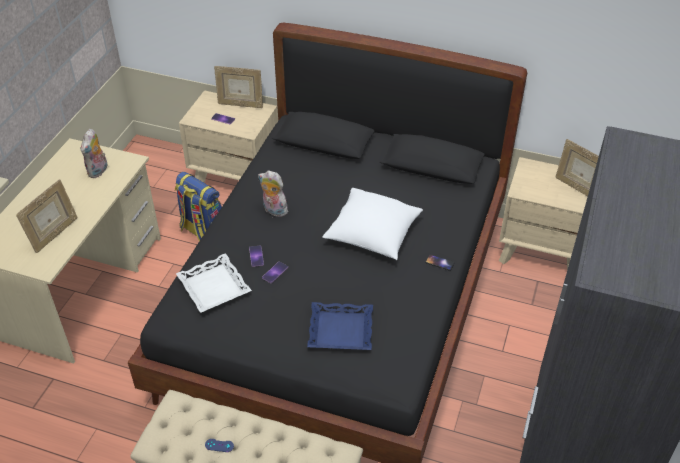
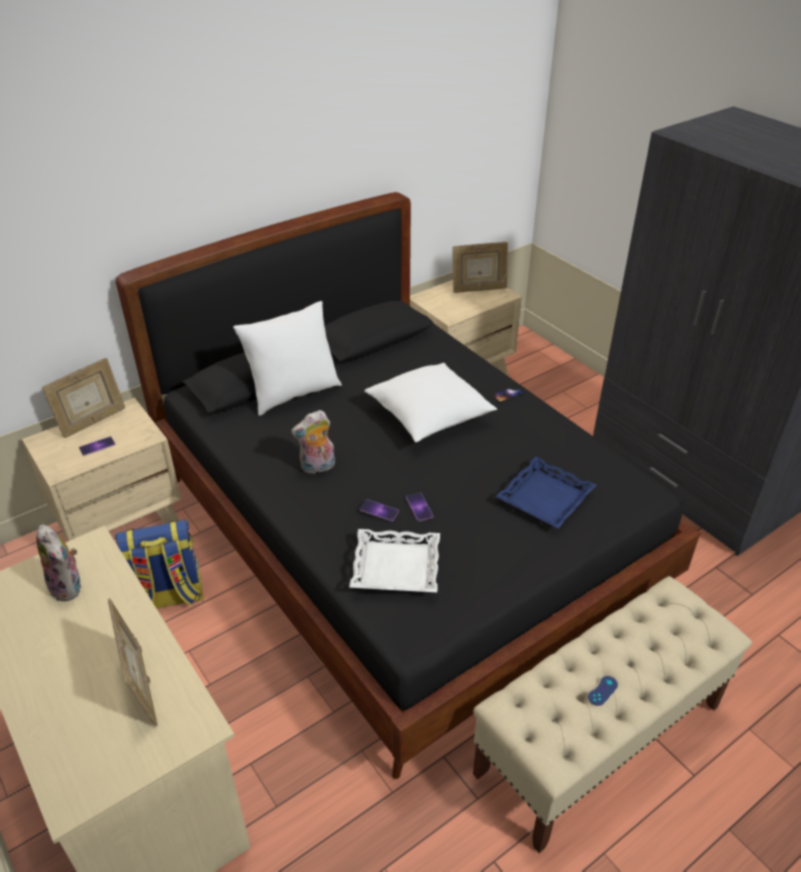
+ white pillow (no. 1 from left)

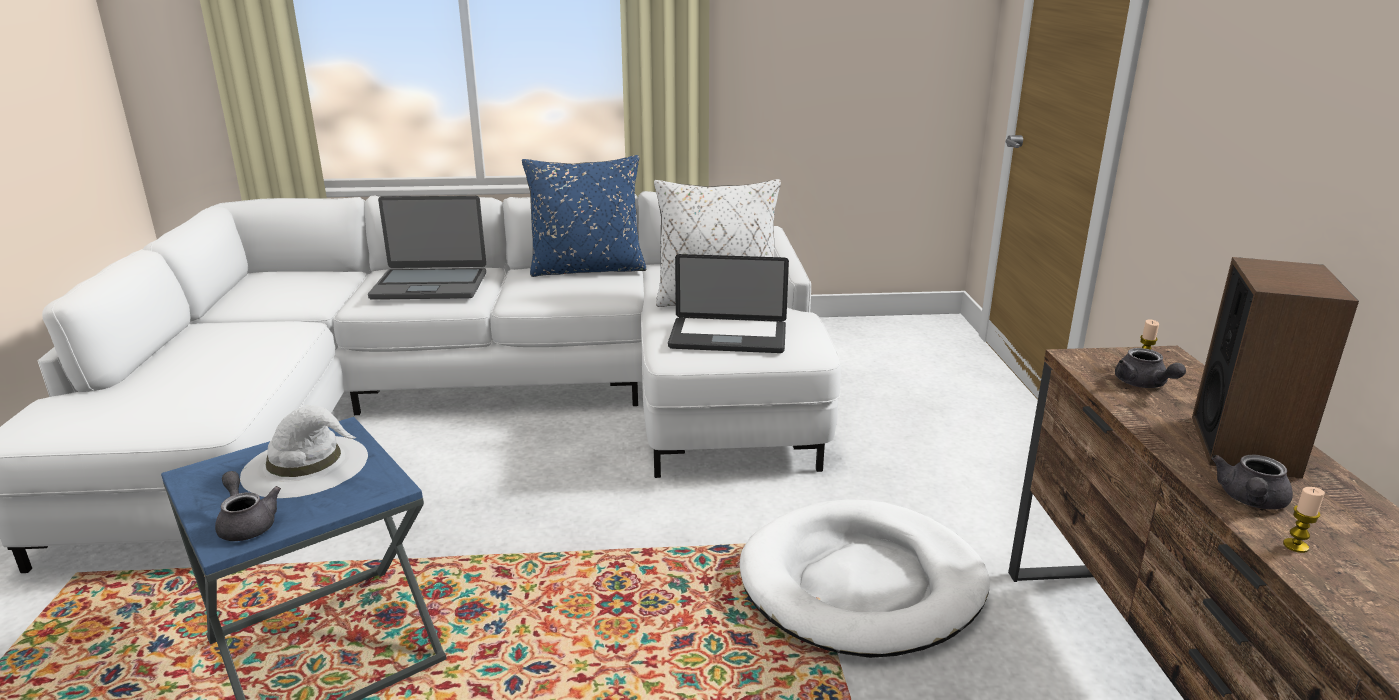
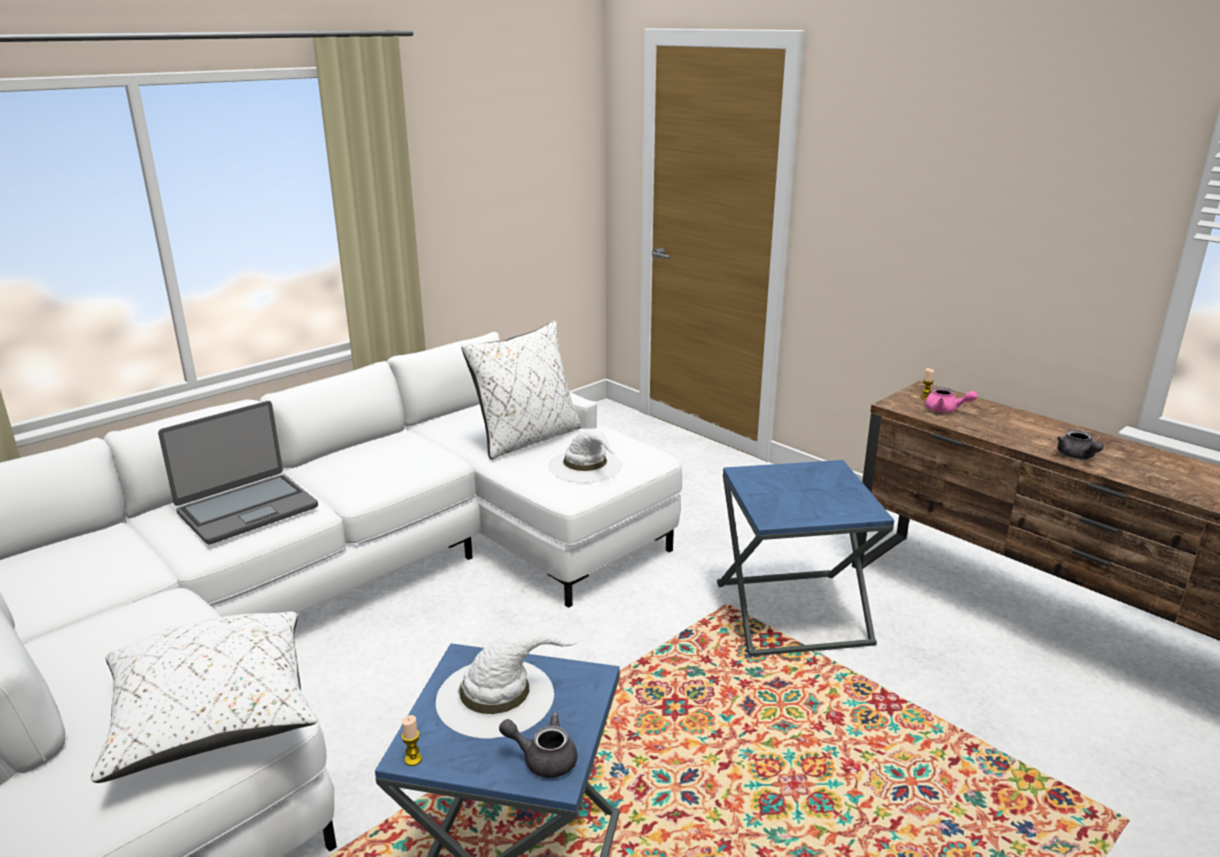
- blue pillow
~ laptop (no. 2 from left) to white hat (no. 2 from left)
~ white dog bed to blue side table (no. 2 from left)
~ grey teapot (no. 2 from left) to pink teapot
- speaker
~ candle (no. 2 from left in the first image) to candle (no. 1 from left)
+ white pillow (no. 1 from left)

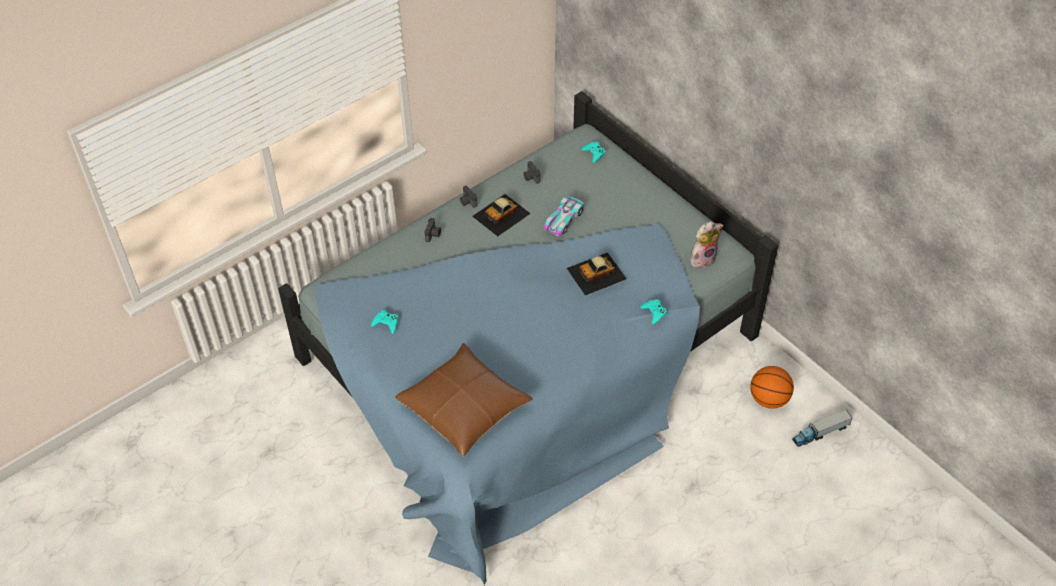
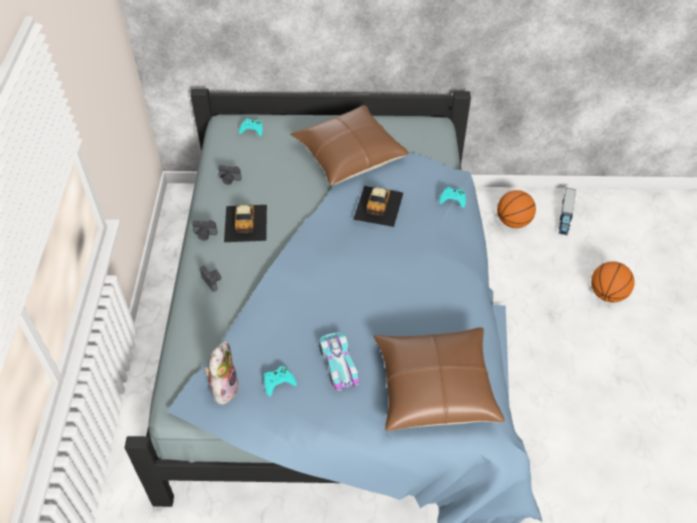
~ toy car (no. 2 from left)
~ plush toy
+ brown pillow (no. 1 from left)
+ basketball (no. 2 from left)

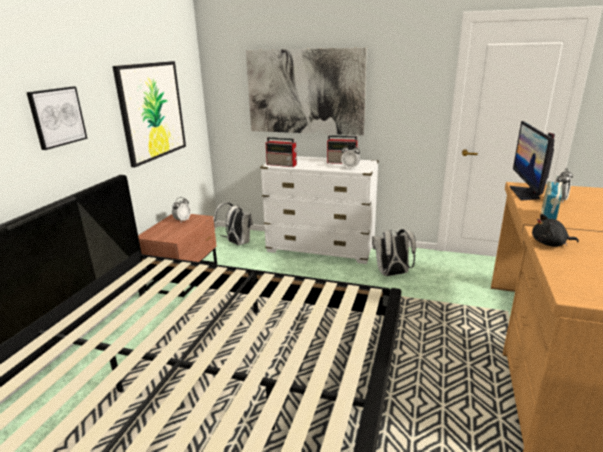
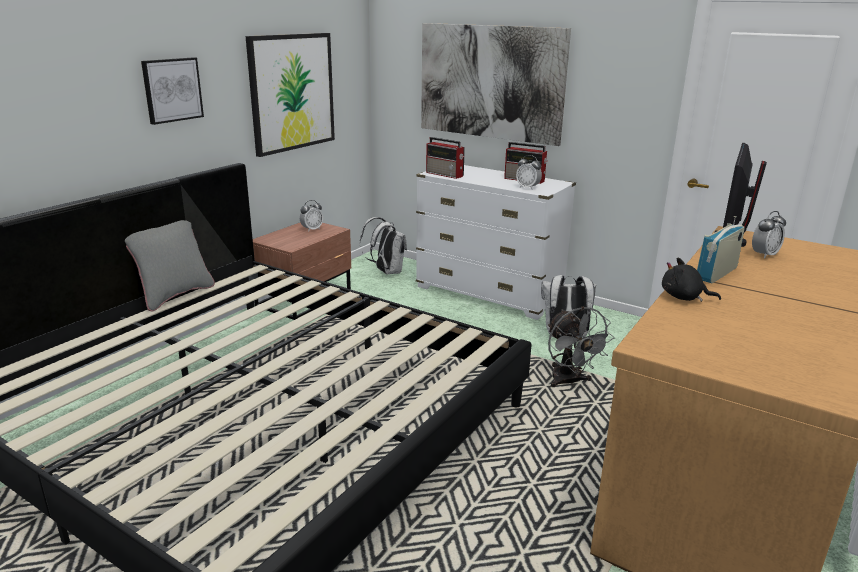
+ grey pillow
+ grey fan

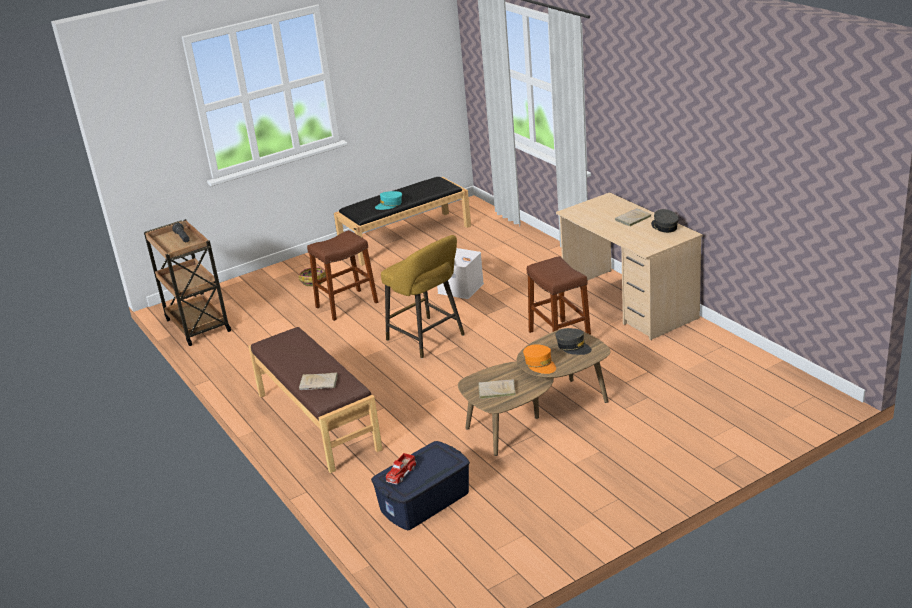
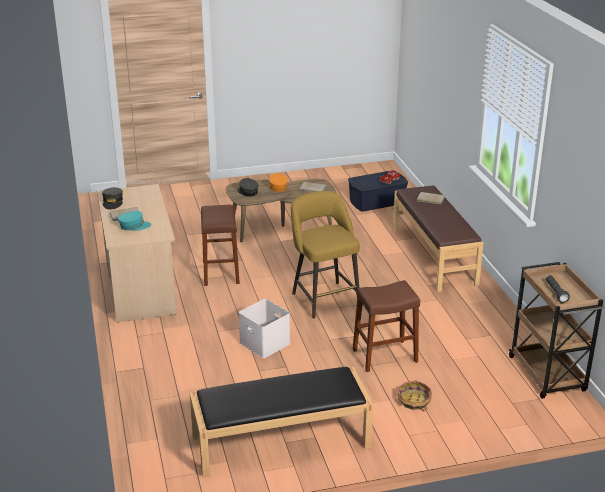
~ turquoise cap

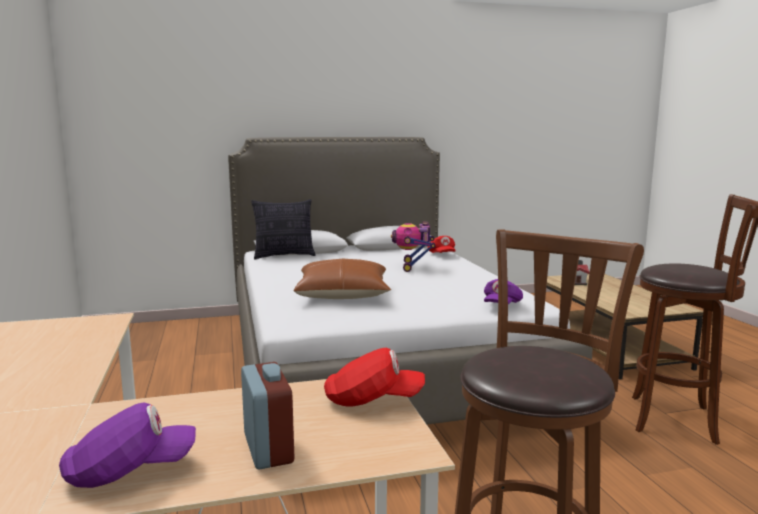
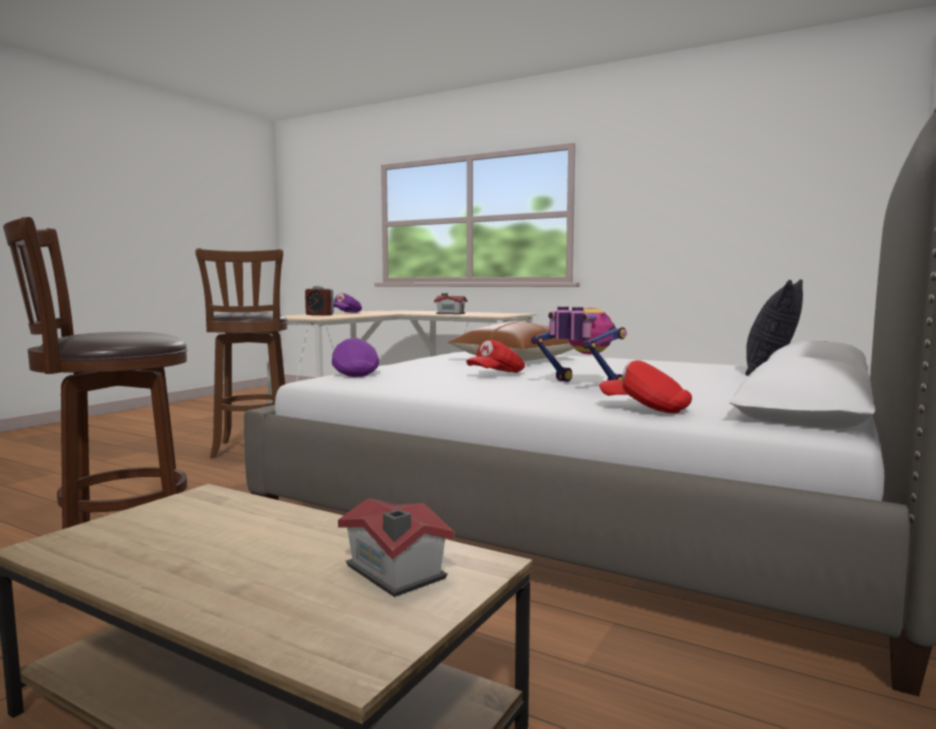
~ red cap (no. 1 from left)
+ toy house (no. 2 from left)

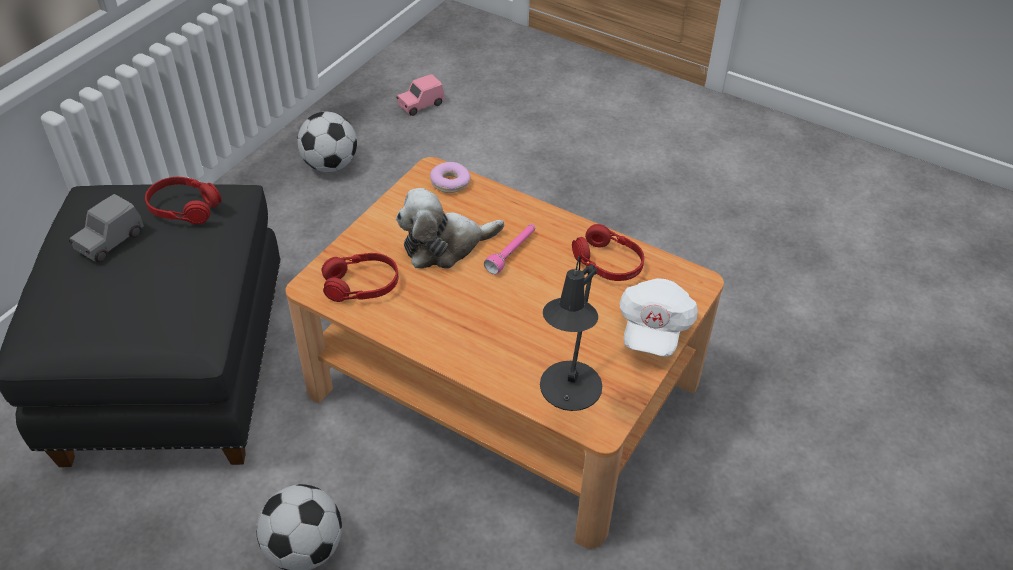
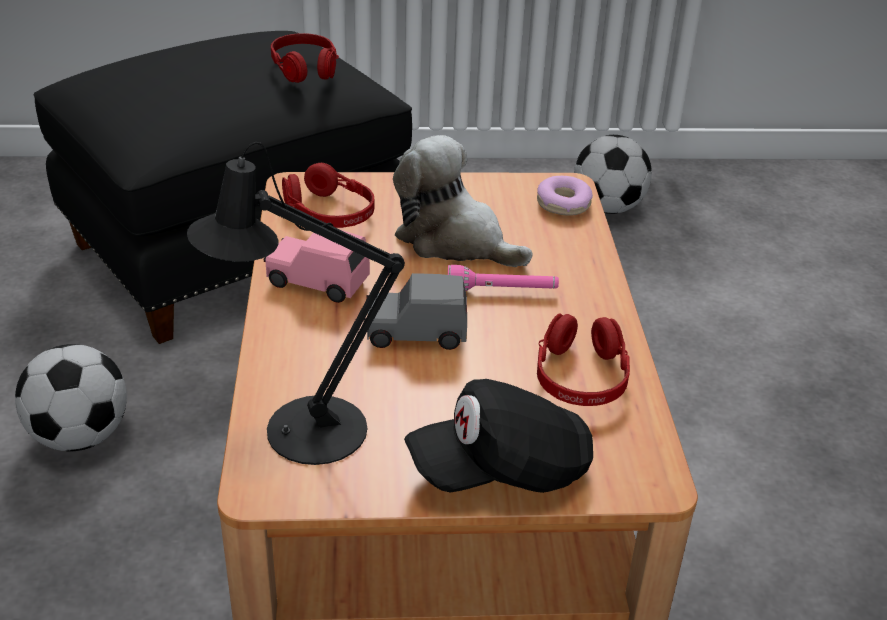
~ grey toy car
~ pink toy car
~ white cap to black cap

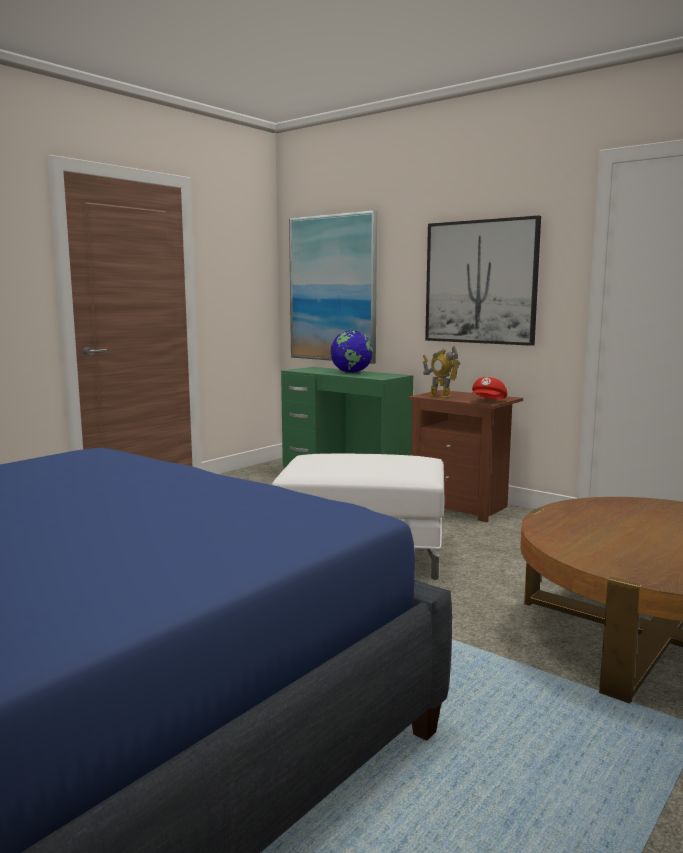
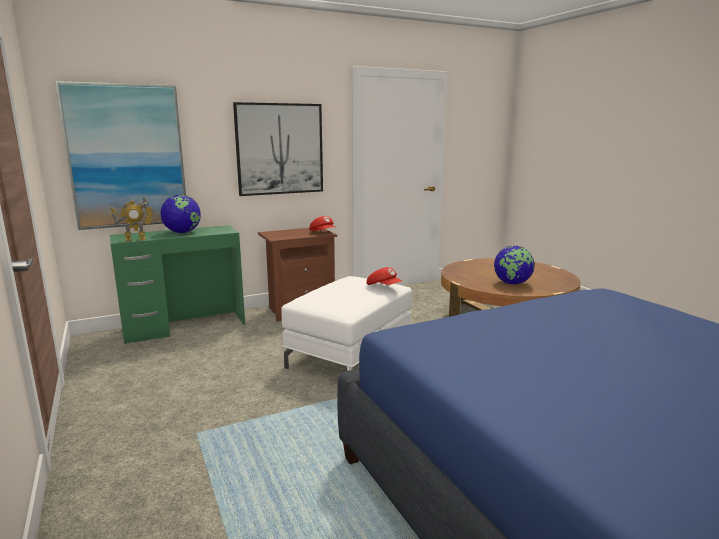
~ toy robot
+ red cap (no. 2 from left)
+ globe (no. 2 from left)

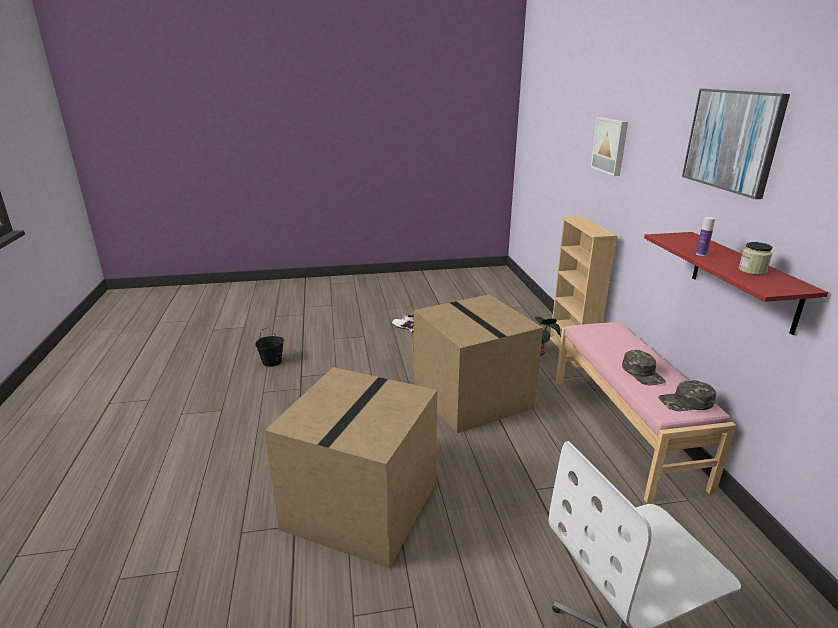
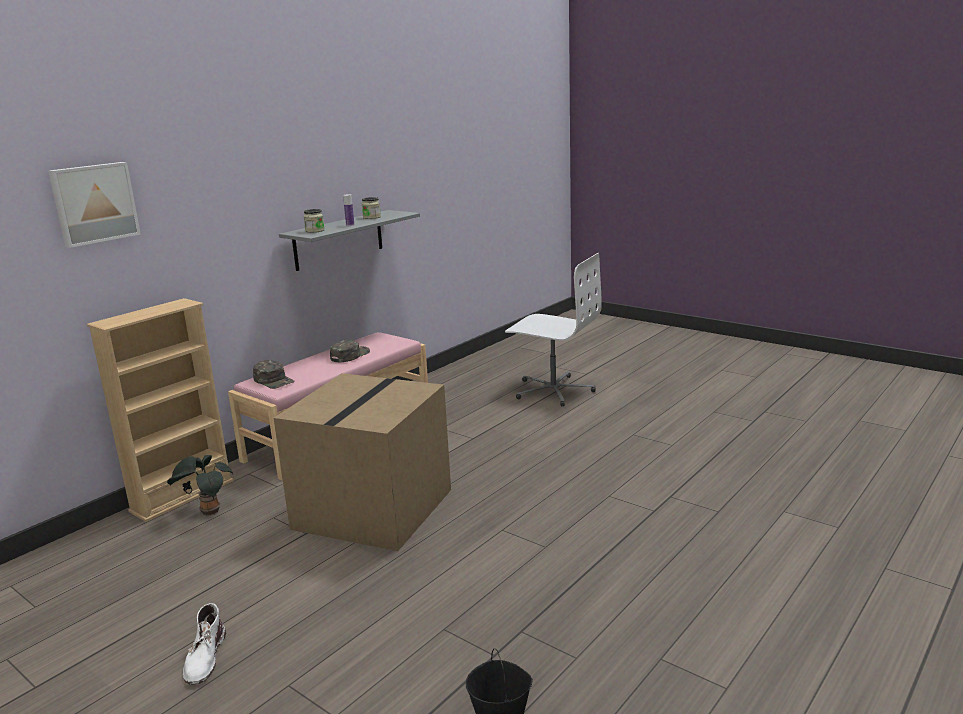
- cardboard box (no. 1 from left)
~ red shelf to grey shelf
~ green cap (no. 2 from left in the first image) to green cap (no. 1 from left)
- picture (no. 2 from left)
+ jar (no. 1 from left)

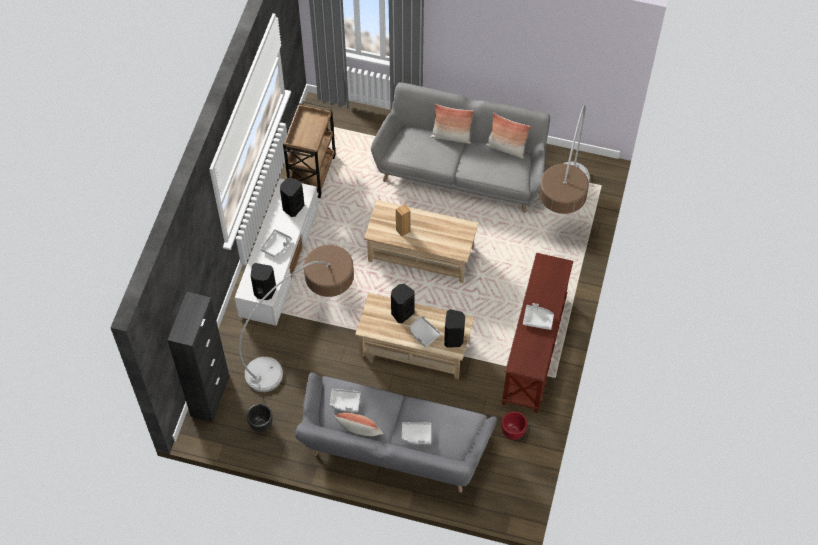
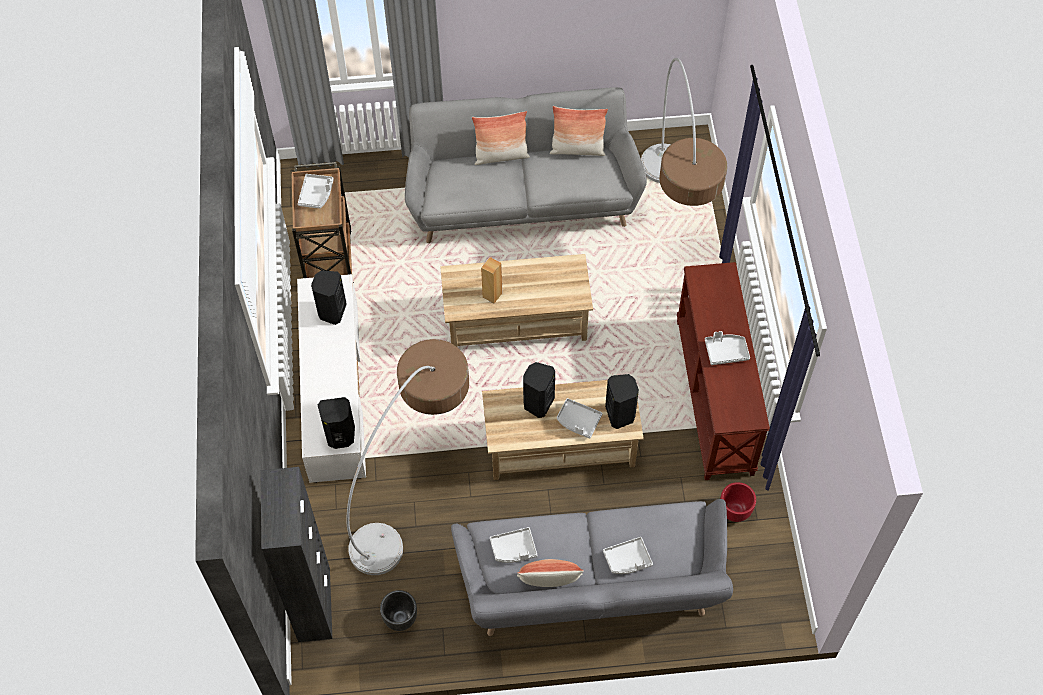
~ grey tray (no. 1 from left)

